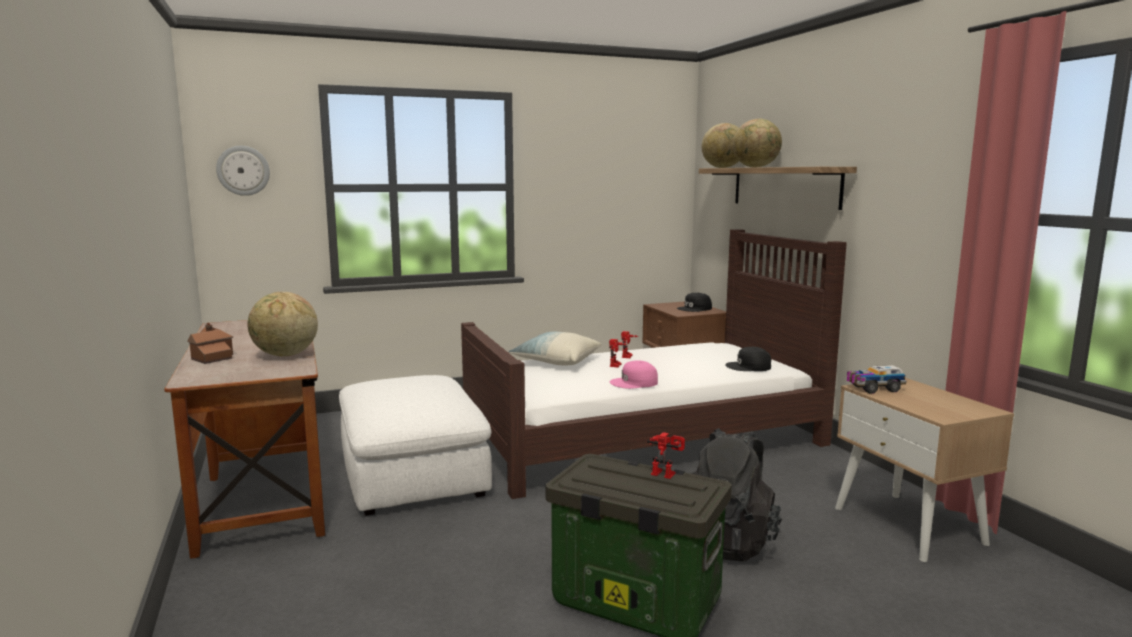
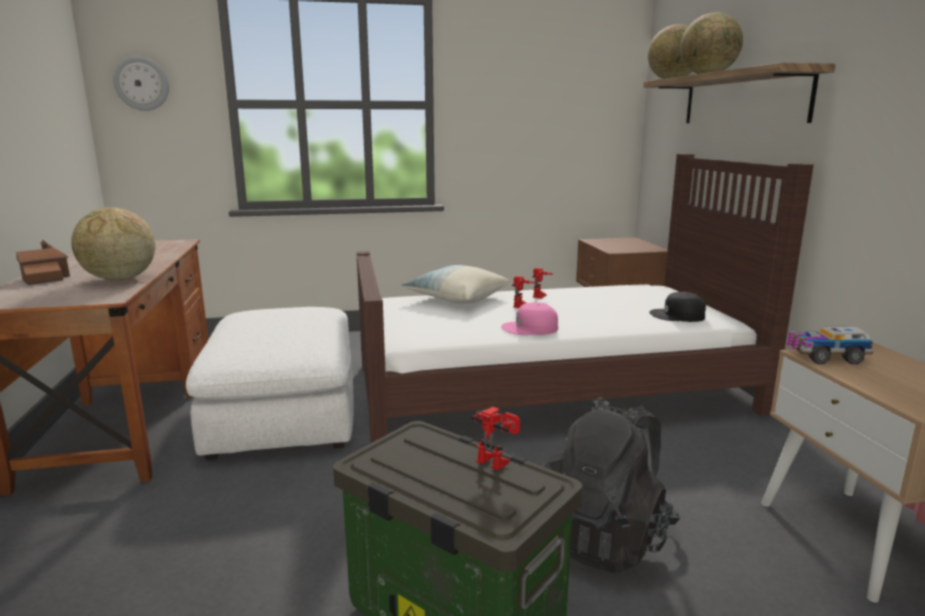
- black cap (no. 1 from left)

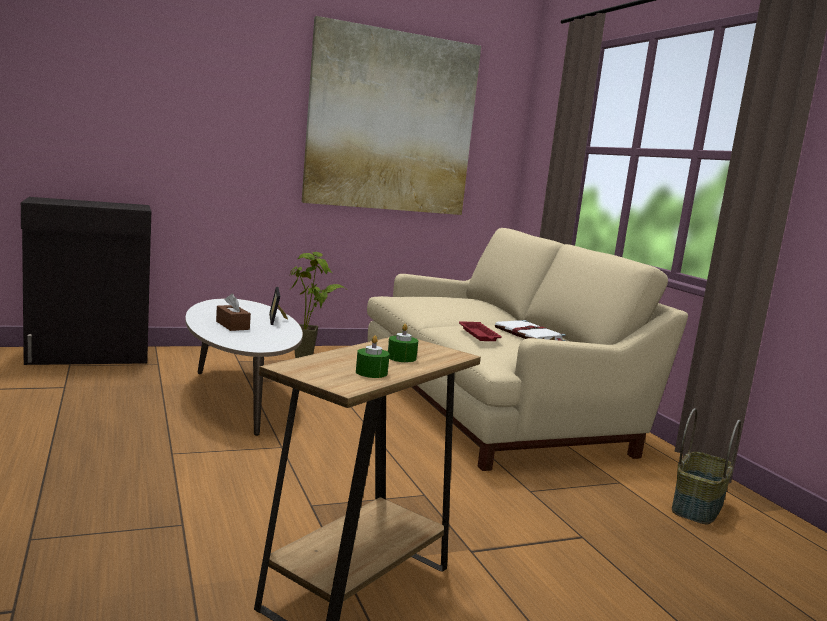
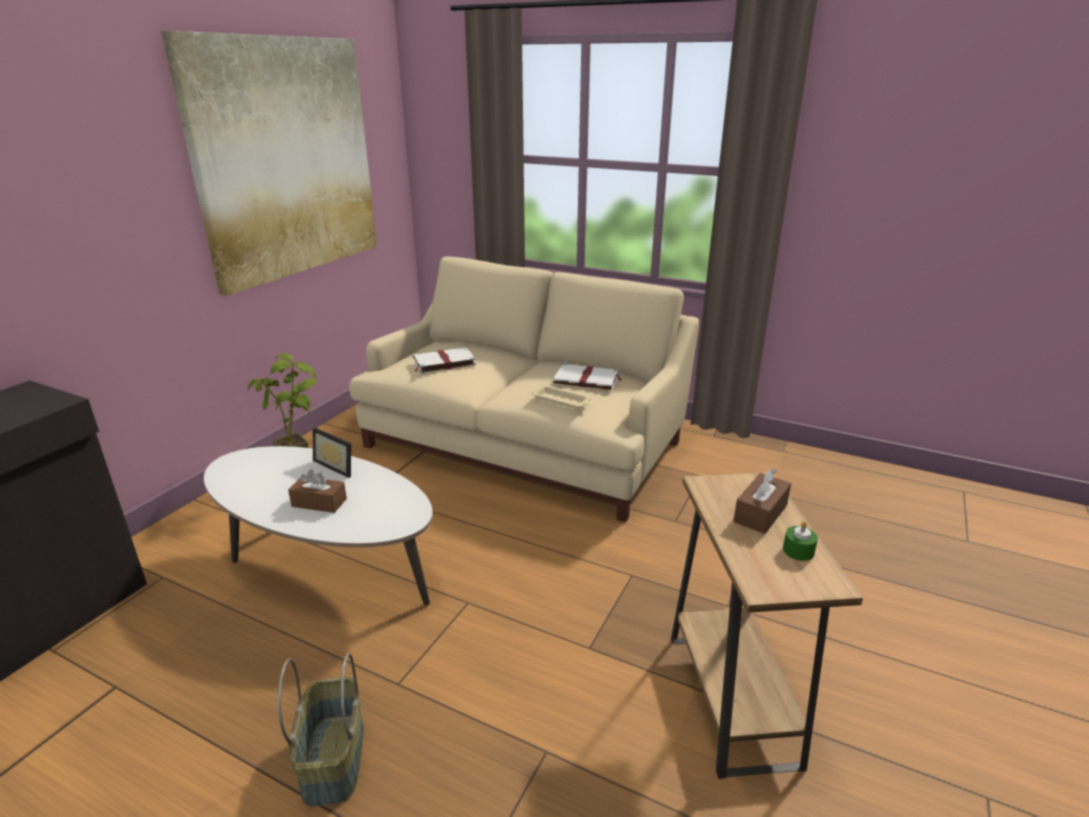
~ green candle (no. 2 from left) to brown tissue box (no. 2 from left)
~ red tray to beige tray
~ basket
+ white book (no. 1 from left)

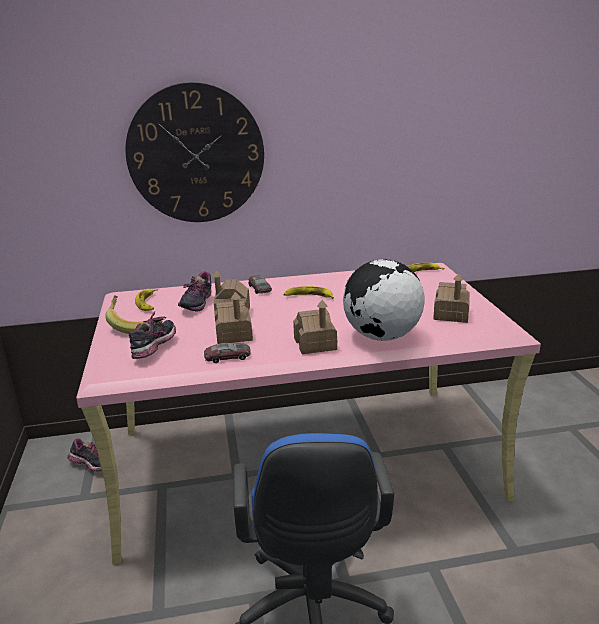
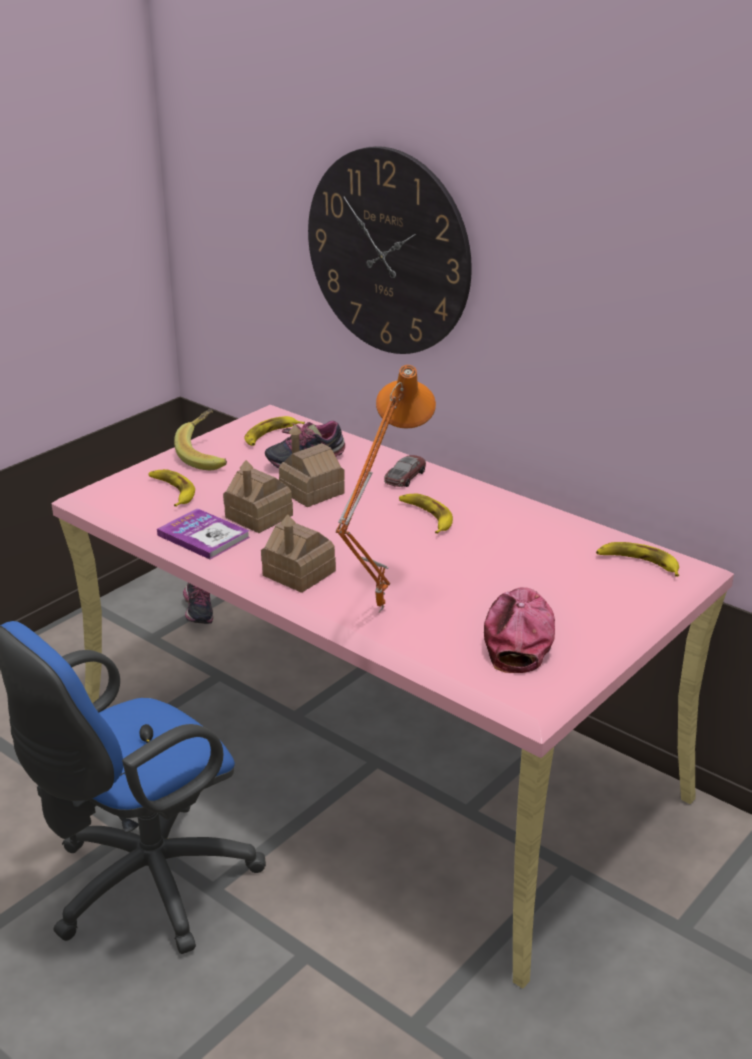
~ shoe (no. 2 from left) to banana (no. 1 from left)
~ toy car (no. 1 from left) to book
~ globe to orange table lamp
~ toy house (no. 4 from left) to cap

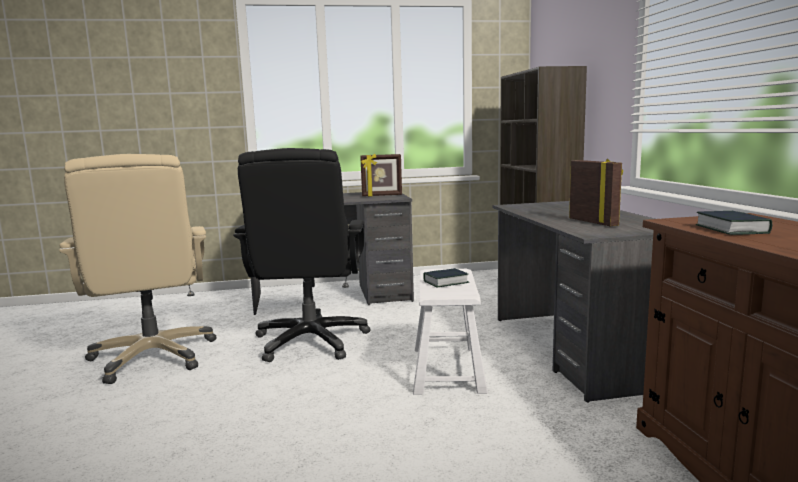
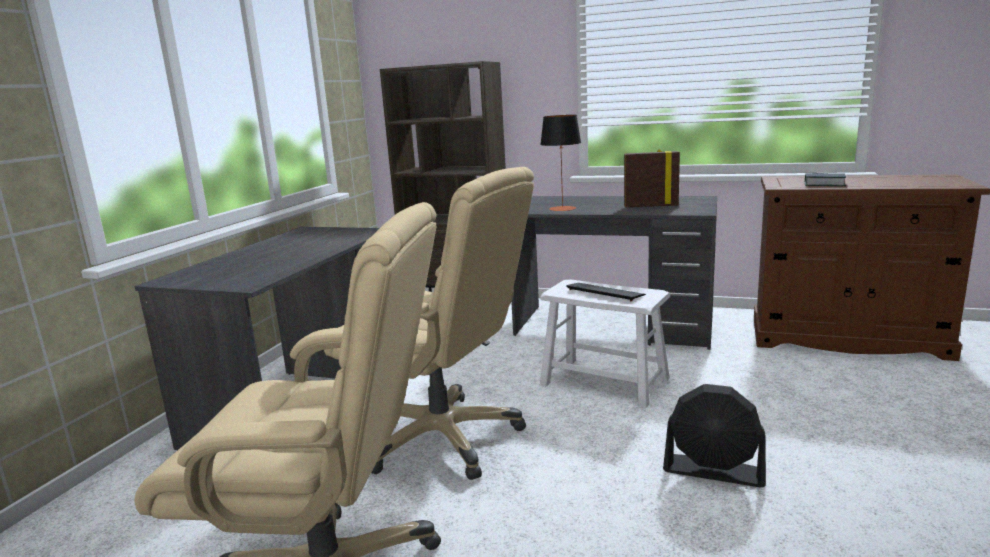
~ black office chair to beige office chair (no. 2 from left)
- picture frame (no. 1 from left)
~ book (no. 1 from left) to keyboard
+ table lamp
+ black fan

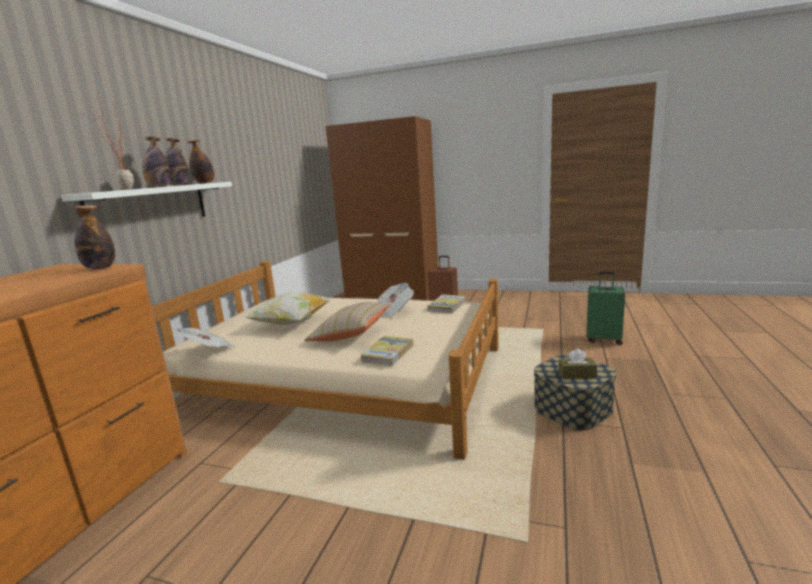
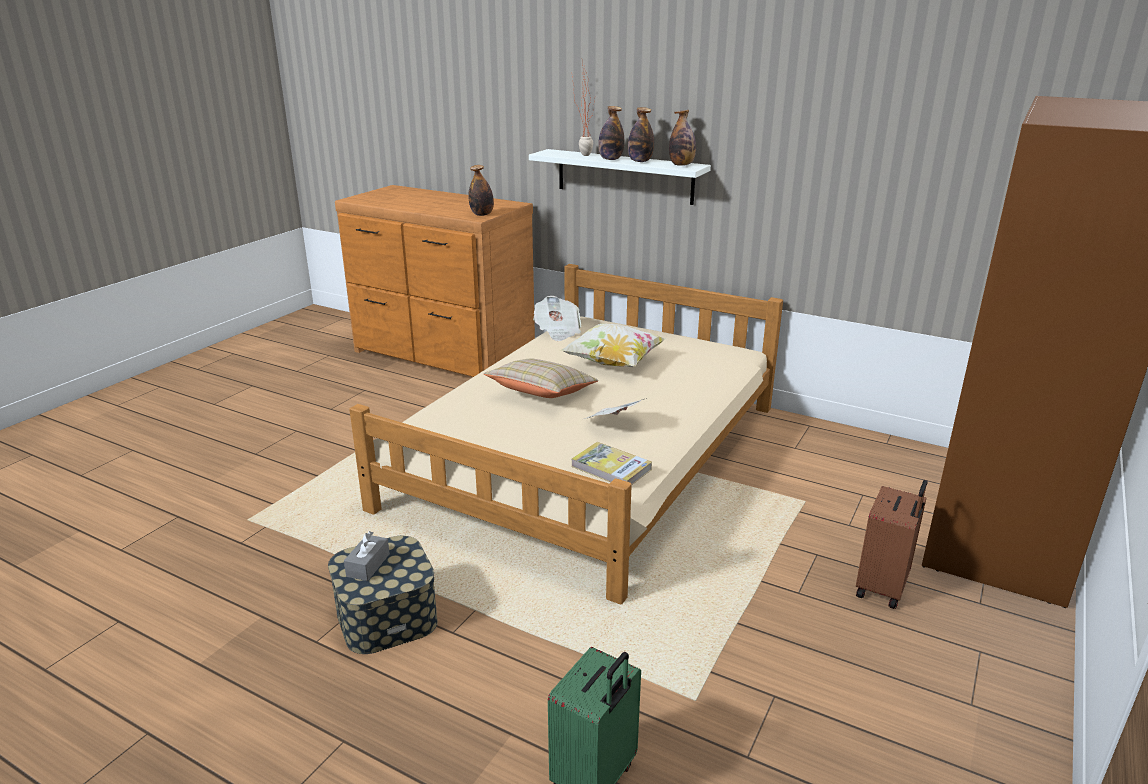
- book (no. 1 from left)
~ brown tissue box to grey tissue box

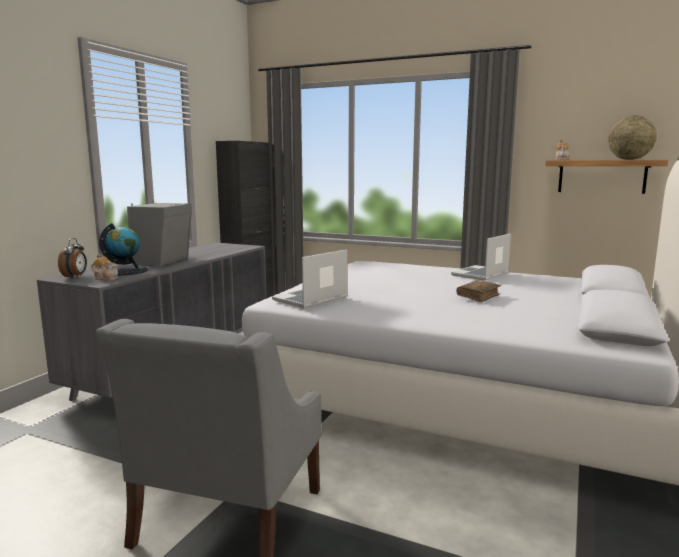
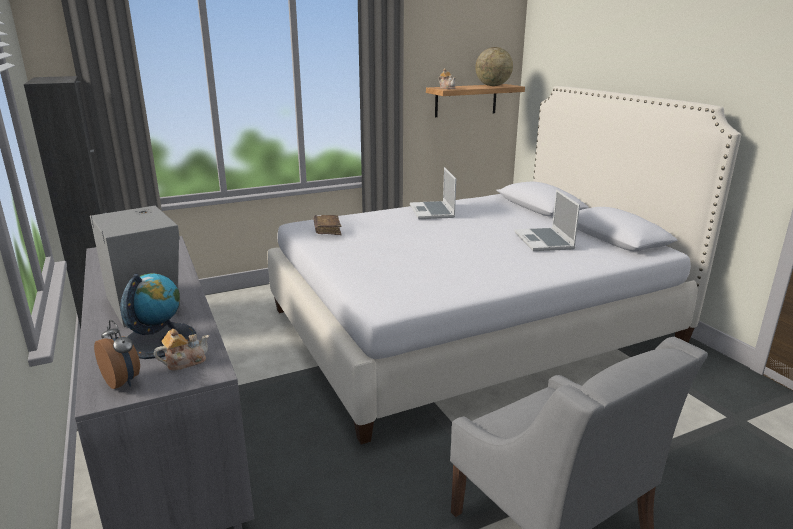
~ laptop (no. 1 from left in the first image) to laptop (no. 2 from left)
~ brown book

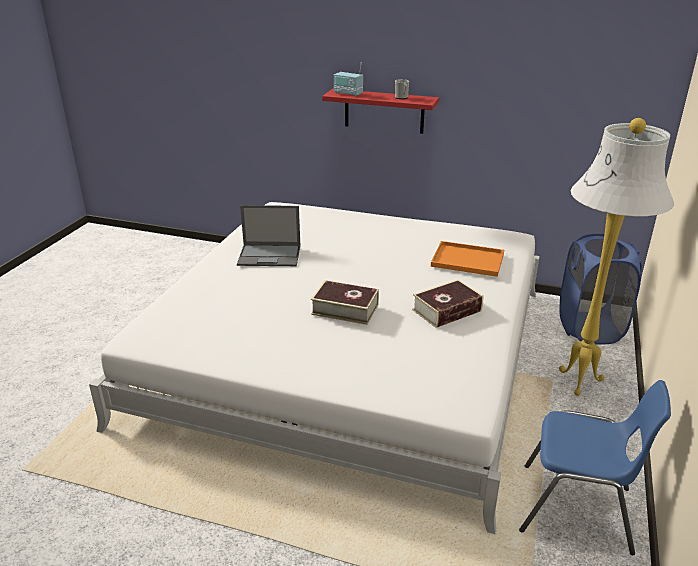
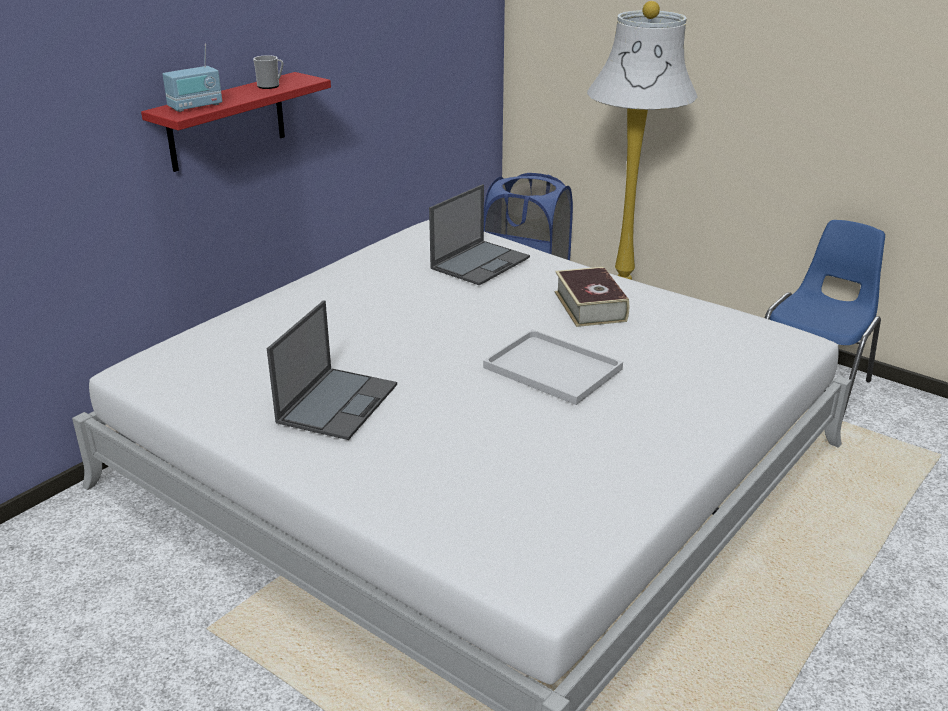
~ book (no. 1 from left) to white tray
~ orange tray to laptop (no. 2 from left)

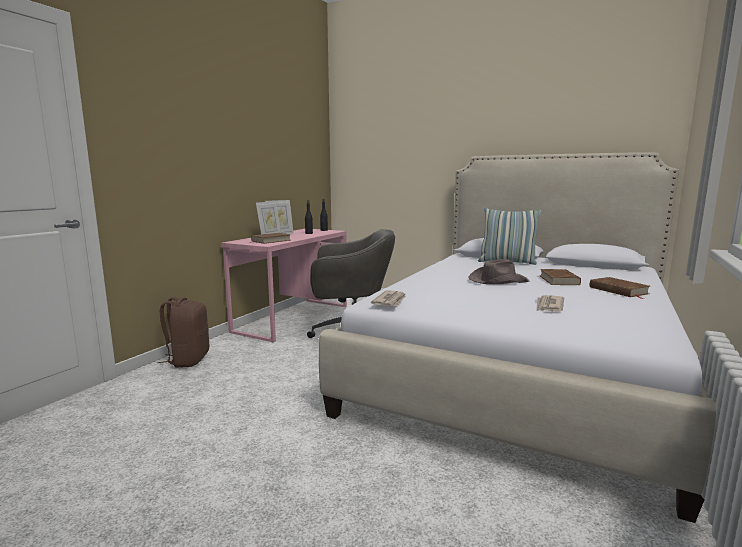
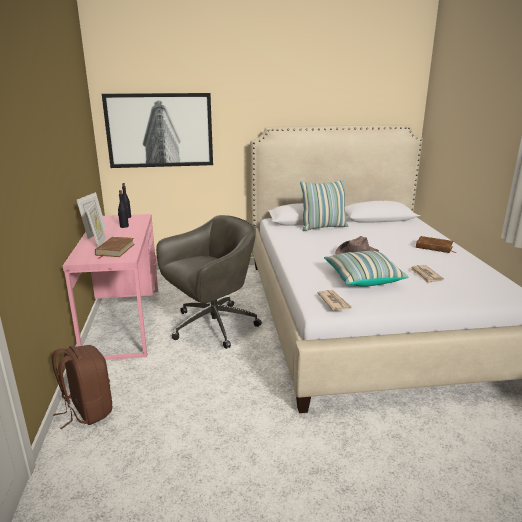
- brown book (no. 2 from left)
+ picture
+ pillow (no. 2 from left)

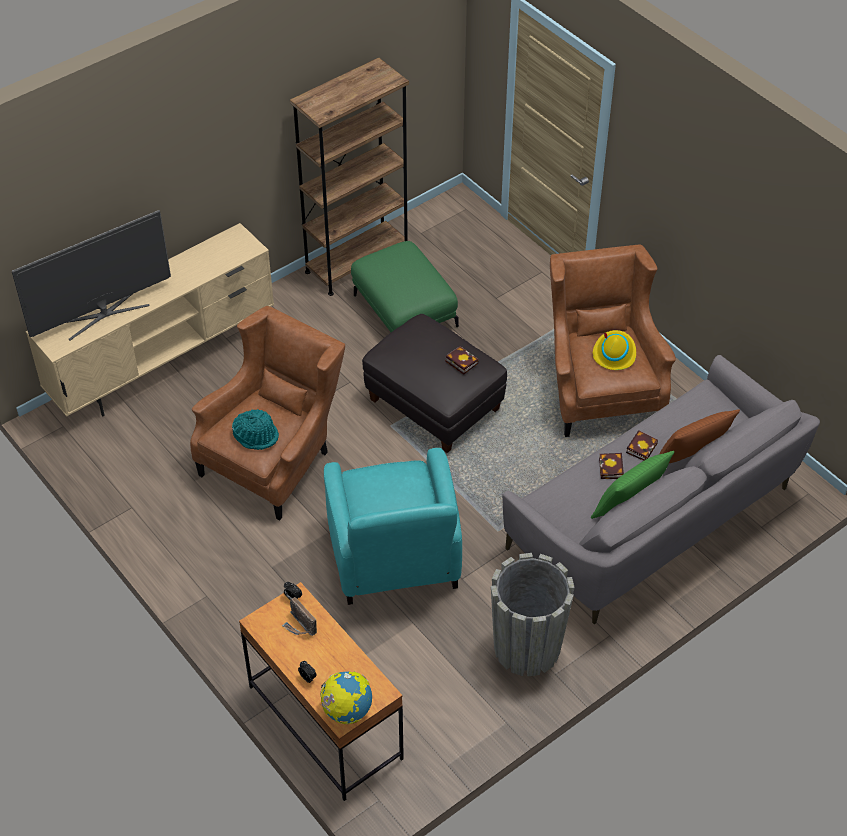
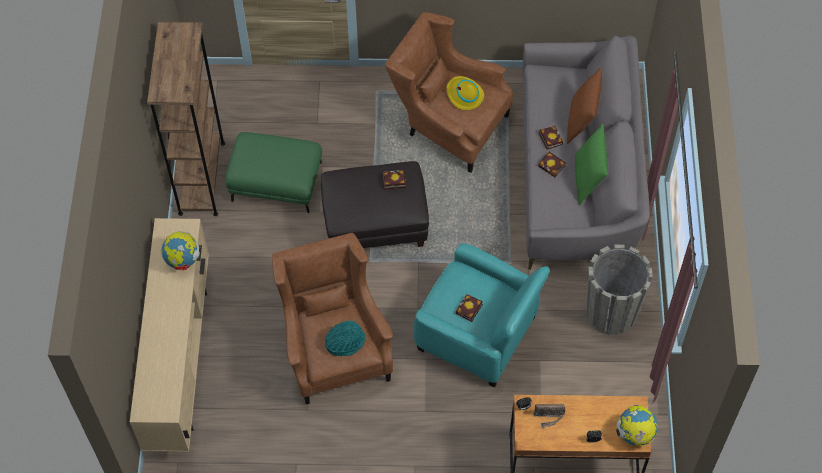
- television
+ globe (no. 1 from left)
+ book (no. 2 from left)

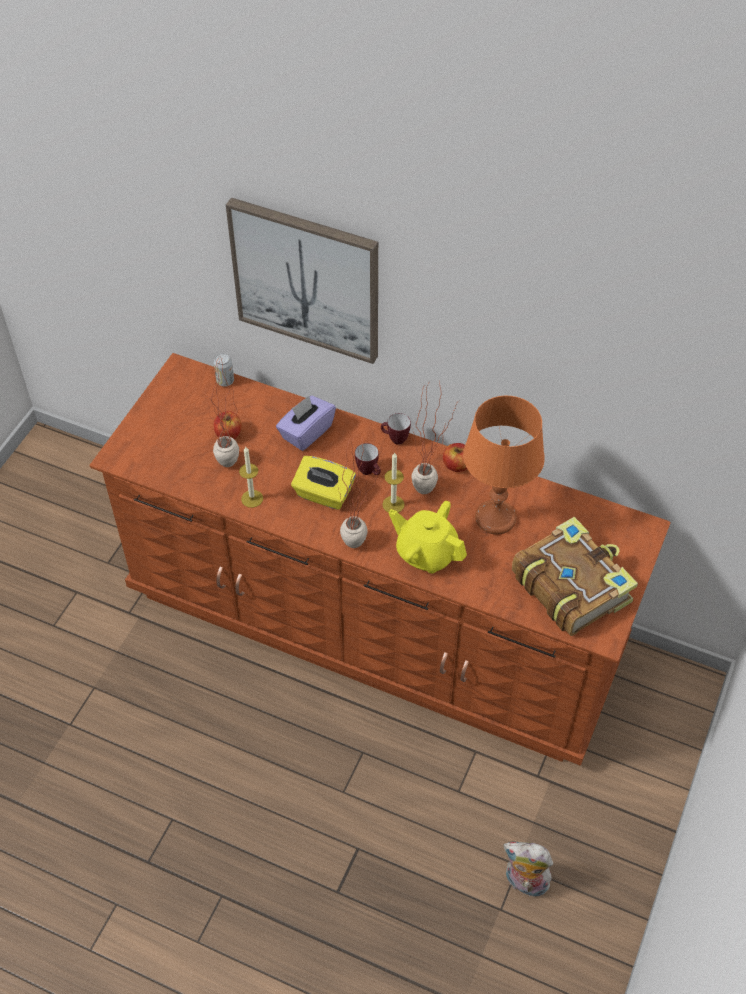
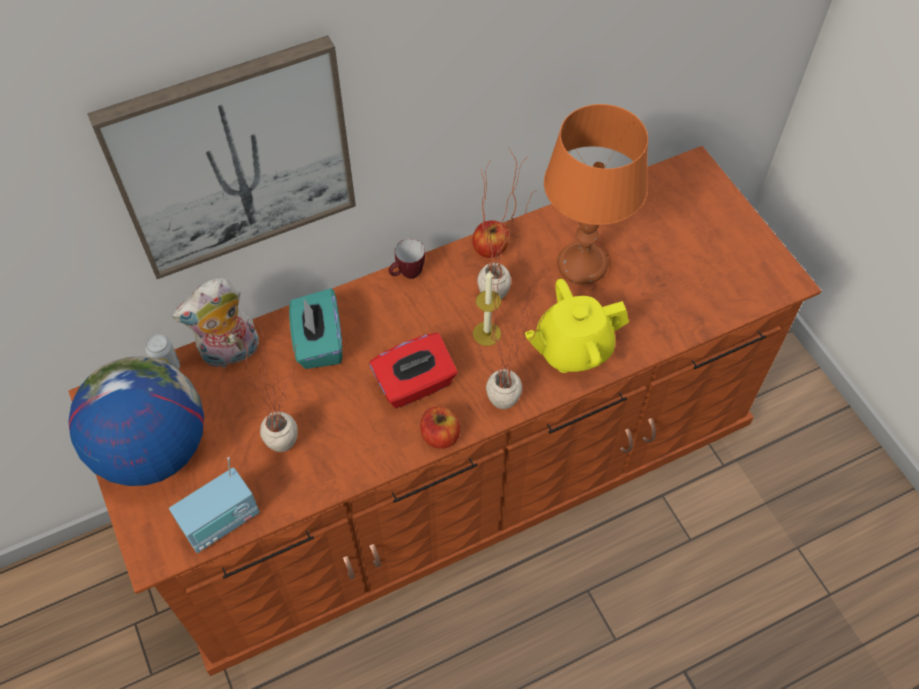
~ apple (no. 1 from left)
- candle (no. 1 from left)
~ purple tissue box to turquoise tissue box
~ yellow tissue box to red tissue box
- mug (no. 1 from left)
~ plush toy
- book
+ globe
+ radio

